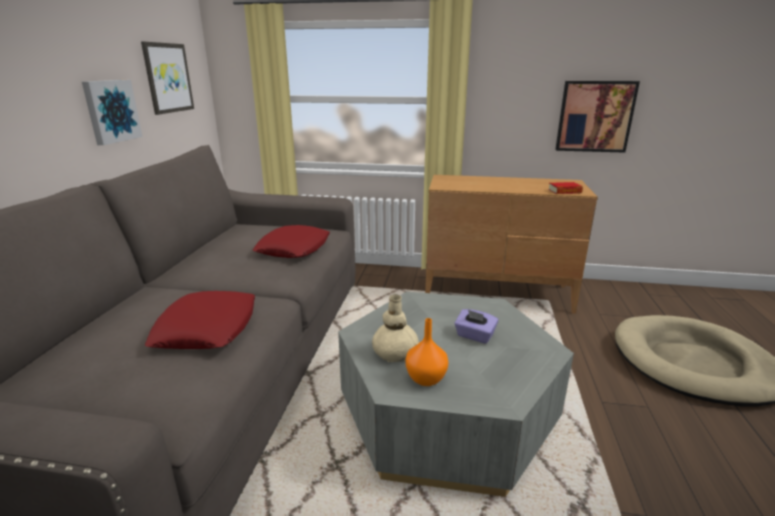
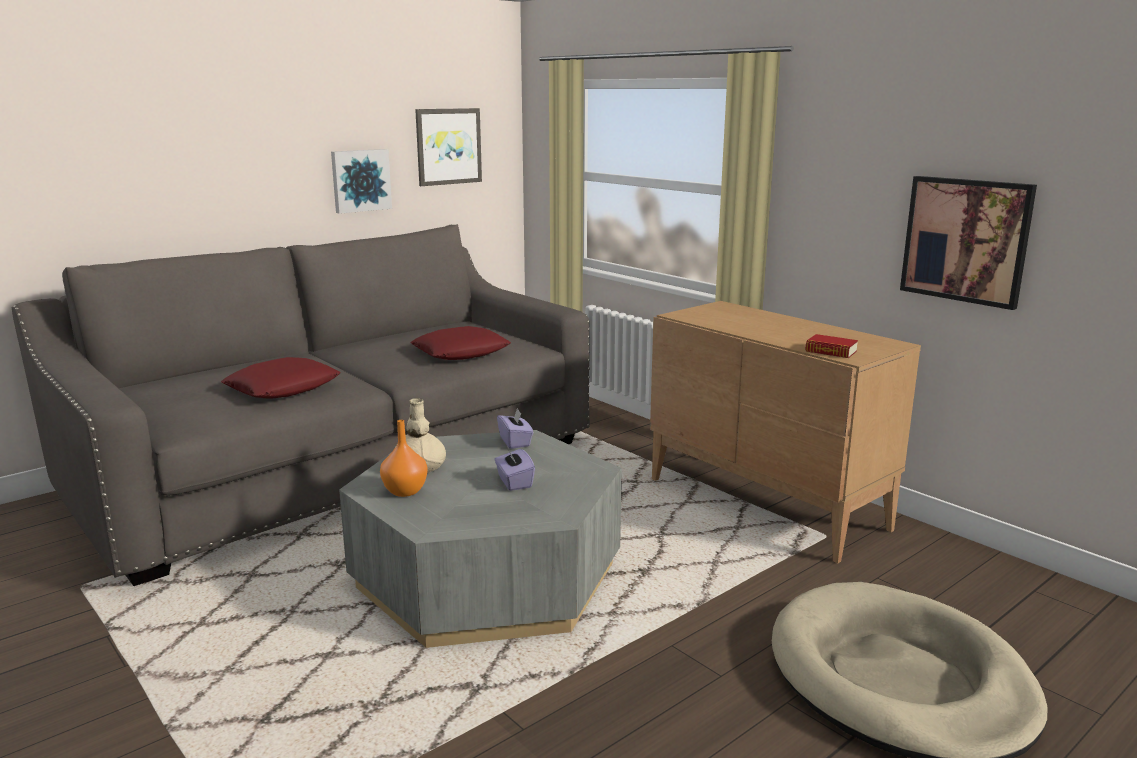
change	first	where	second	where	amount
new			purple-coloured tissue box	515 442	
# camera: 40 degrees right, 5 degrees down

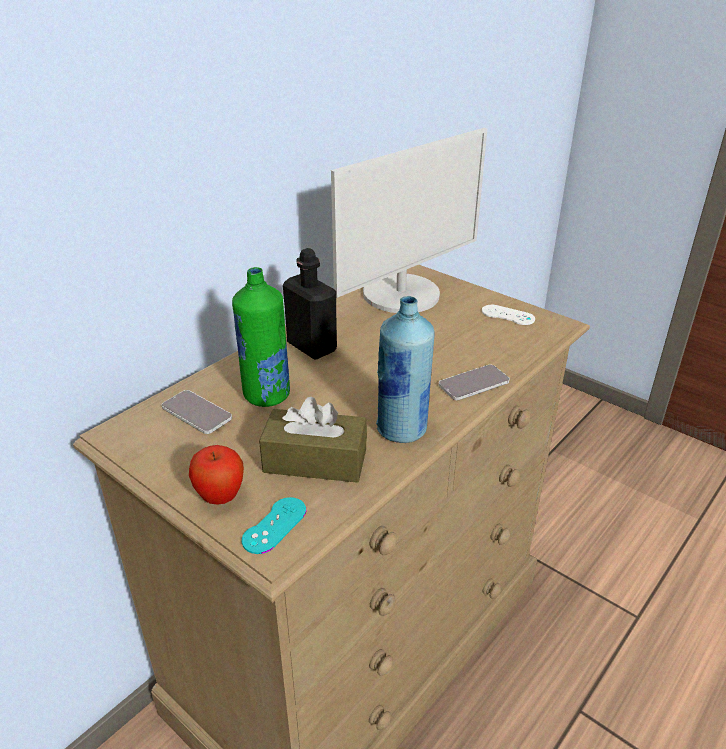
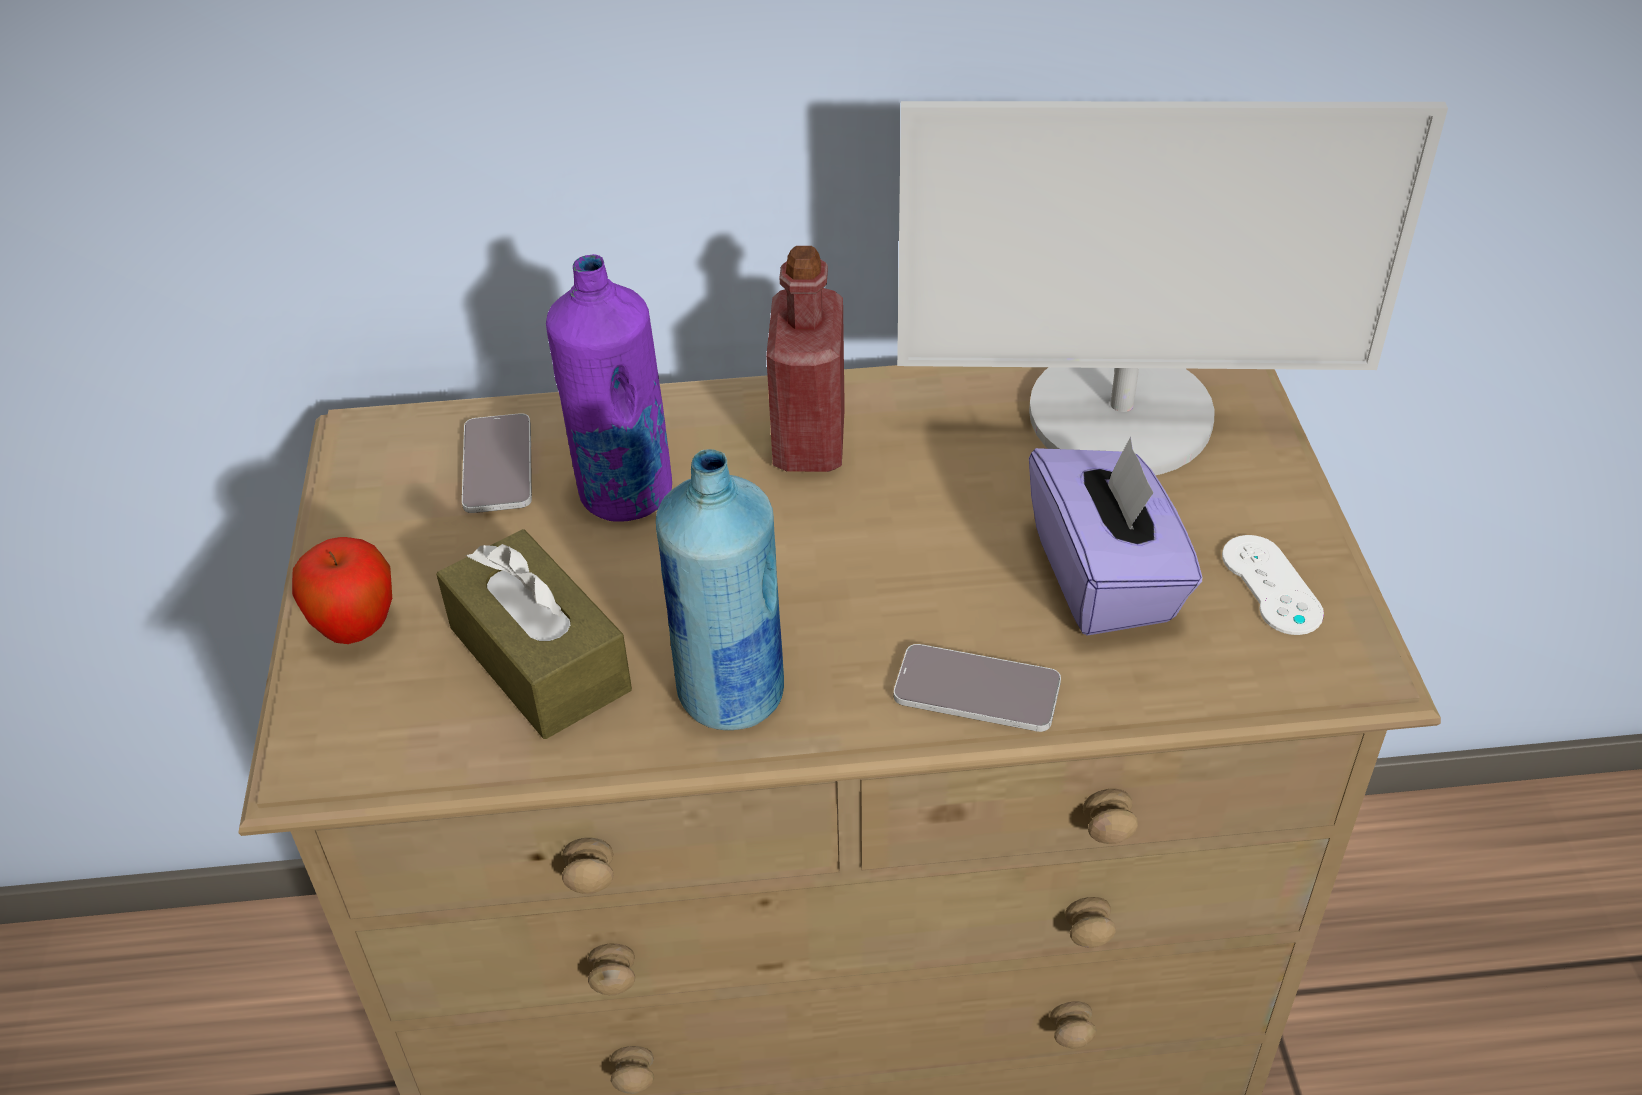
change	first	where	second	where	amount
repainted	greenish bottle	266 395	purple-coloured bottle	624 495	
gone	turquoise-coloured joypad	274 525			
repainted	blackish bottle	312 347	reddish bottle	809 442	
new			purple-coloured tissue box	1105 577	
# camera: 45 degrees right, 10 degrees up

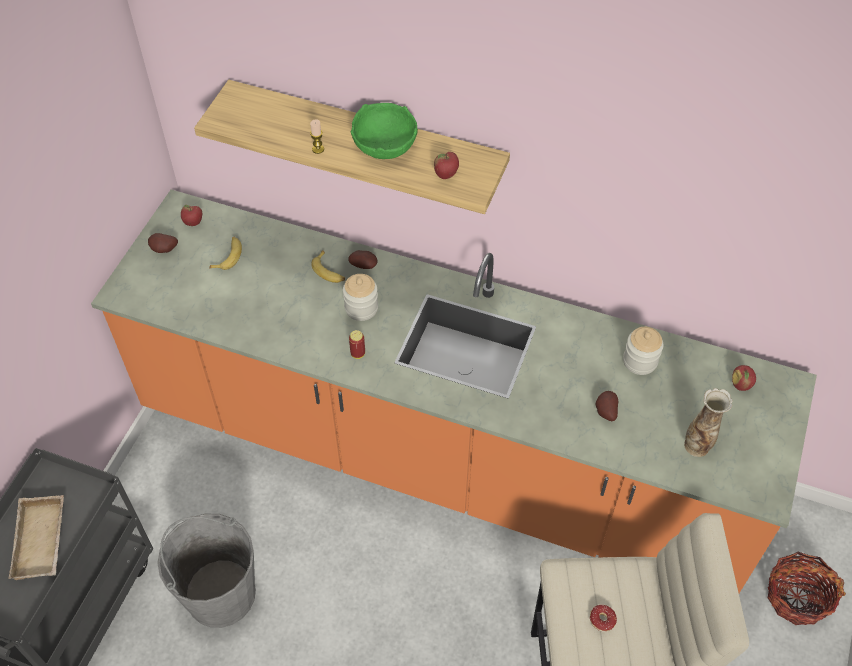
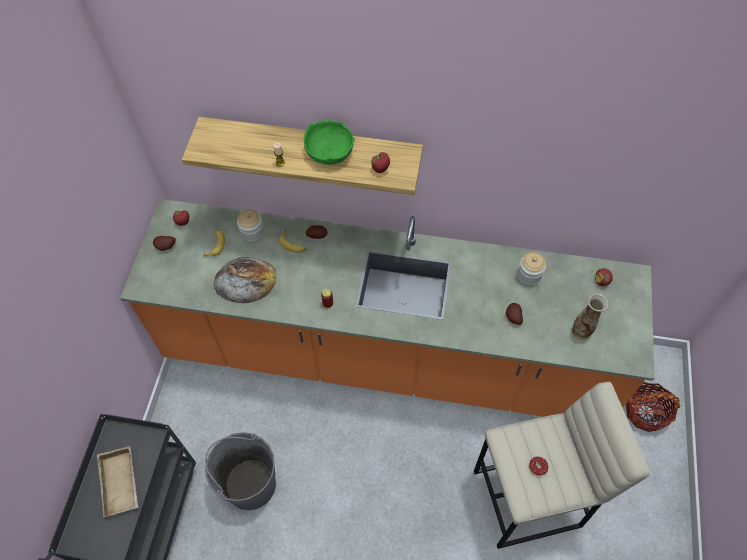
change	first	where	second	where	amount
shifted	storage jar	361 308		252 233	
new			baked bread	245 280	
# camera: 10 degrees left, 5 degrees up

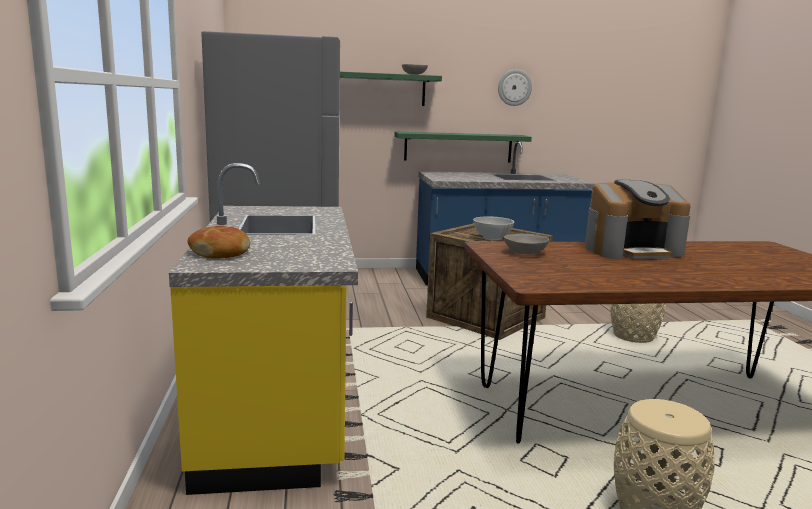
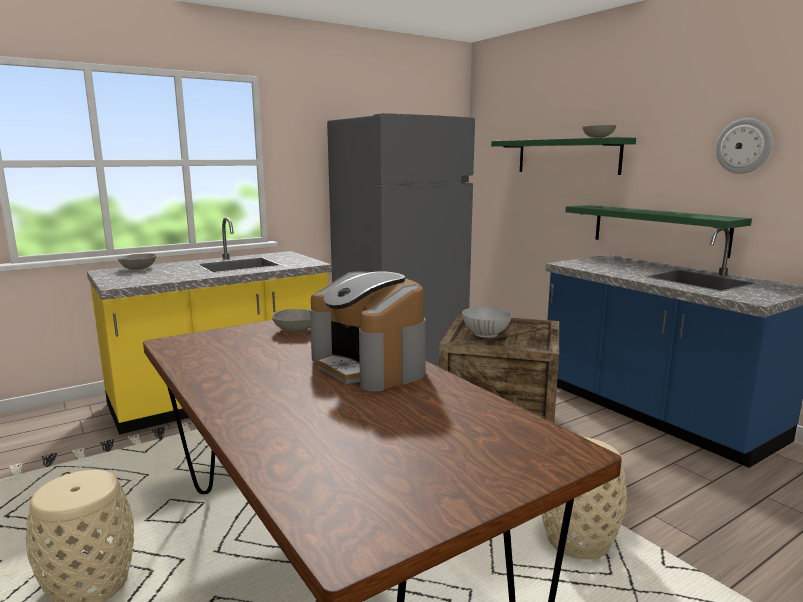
change	first	where	second	where	amount
swapped	baked bread	220 252	gray bowl	139 269	
# camera: 65 degrees right, 0 degrees up

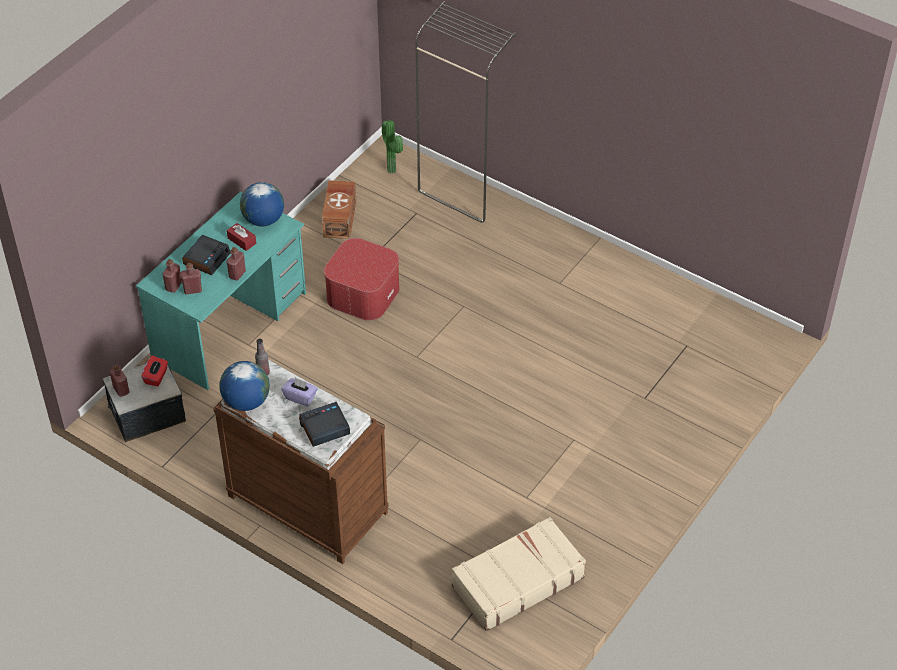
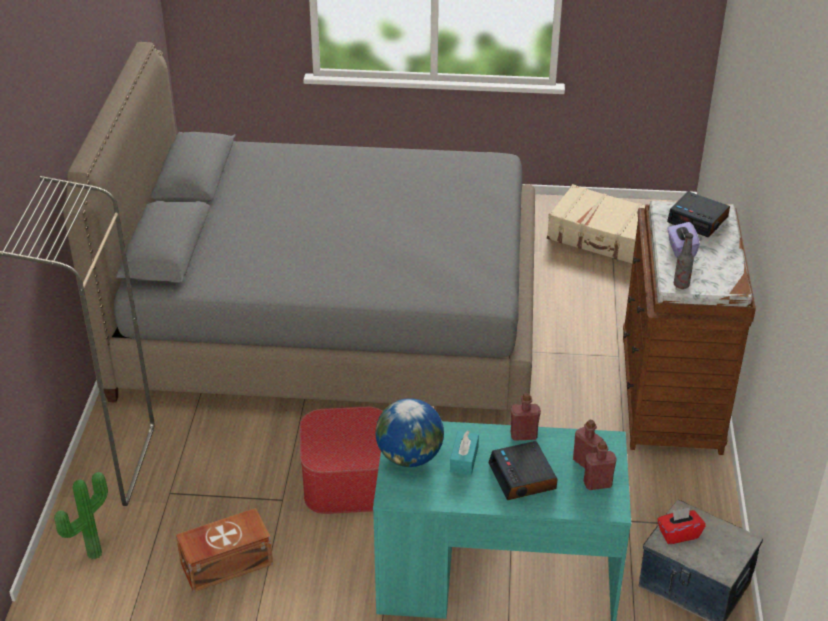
change	first	where	second	where	amount
gone	reddish bottle	121 390			
rotated	bedside clock	206 258		523 477	105 degrees counterclockwise
gone	globe	246 401			
repainted	reddish tissue box	242 241	turquoise-coloured tissue box	464 459	
new			gray bedroom bed	331 320	
# camera: 120 degrees left, 10 degrees down

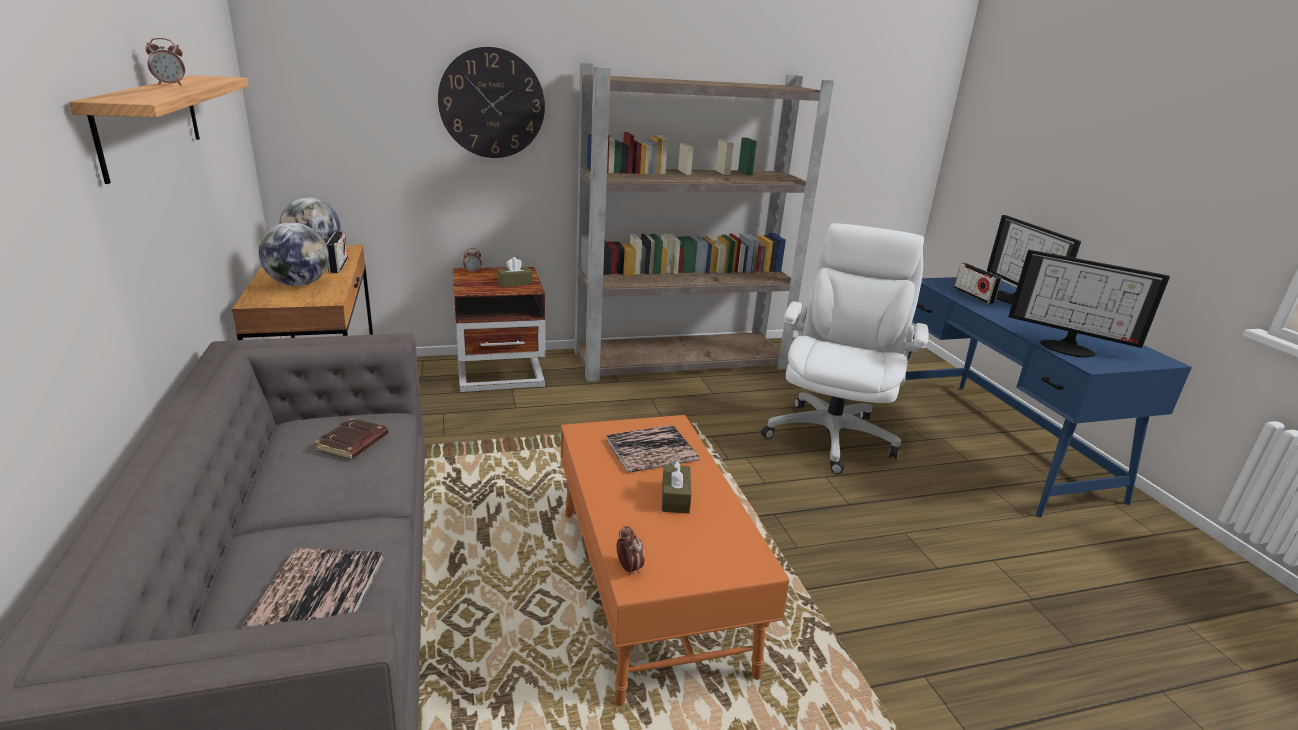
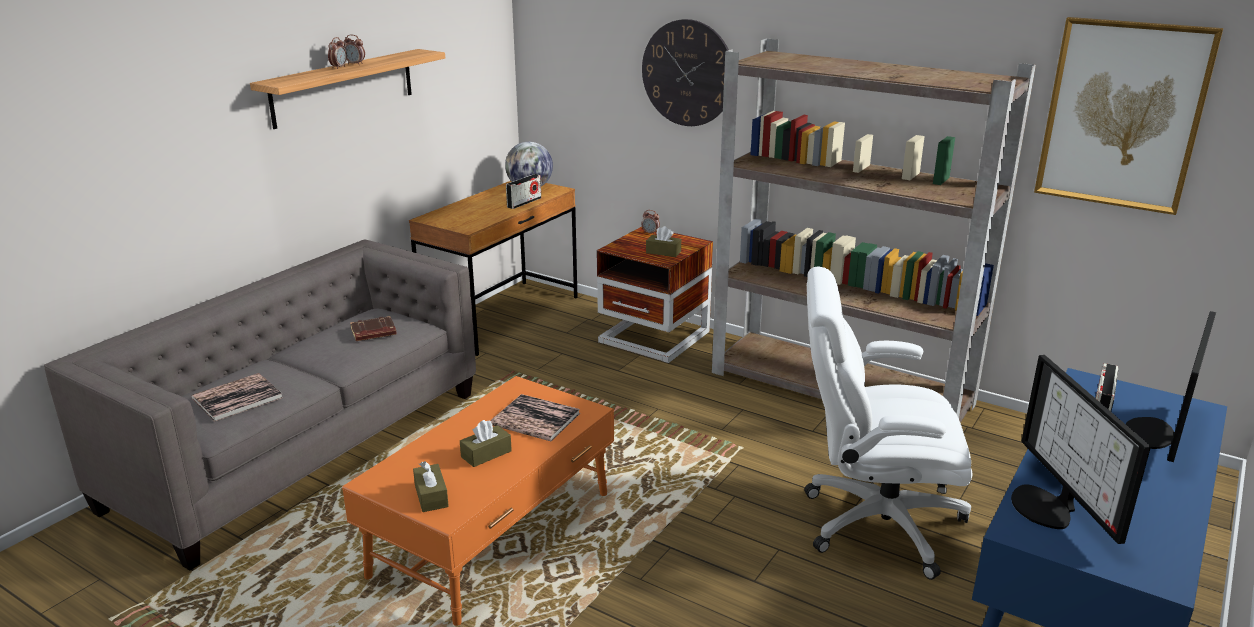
change	first	where	second	where	amount
gone	globe	299 284			
shifted	bedside clock	629 568		339 67	
rotated	white-coloured desk chair	832 433		870 521	150 degrees counterclockwise
new			brownish tissue box	431 496	
new			picture	1122 115	
# camera: 50 degrees right, 0 degrees up

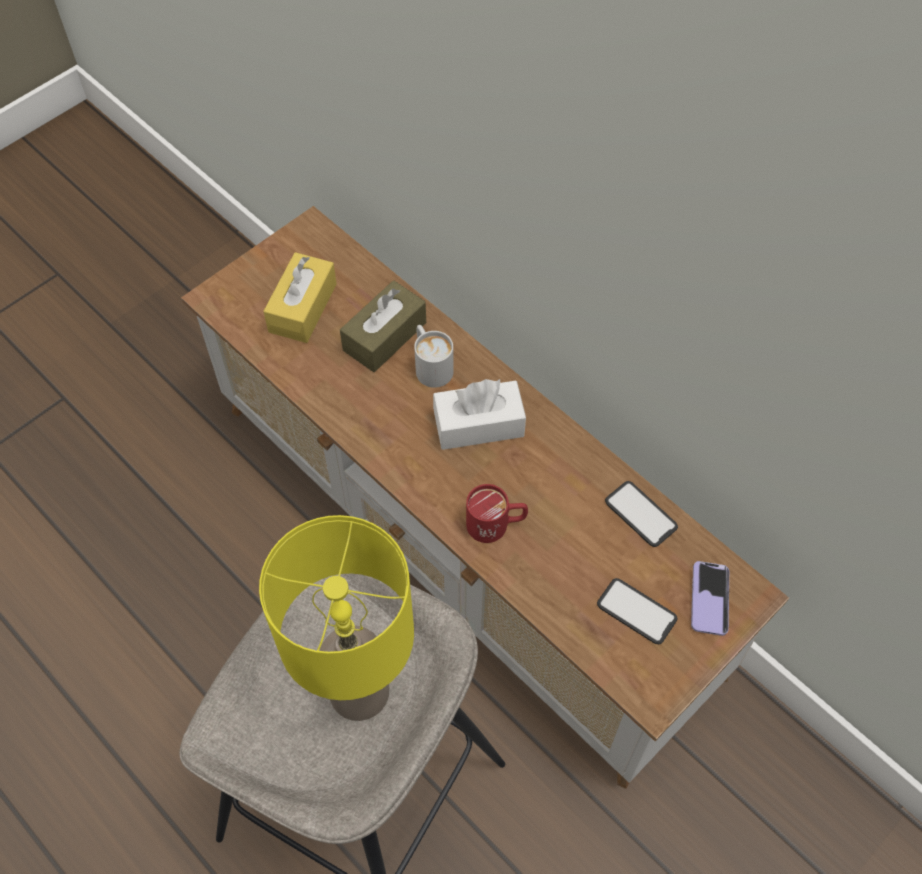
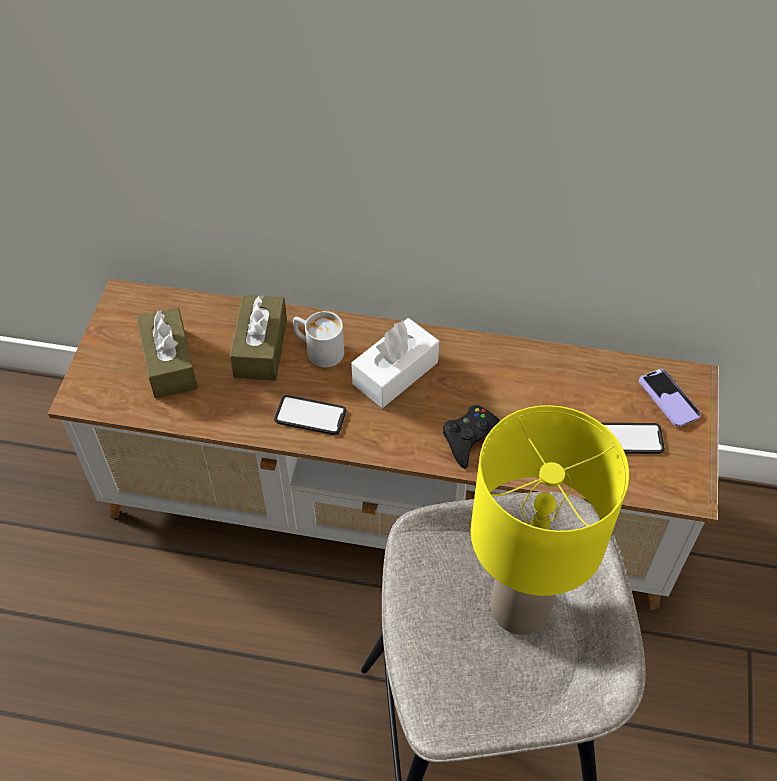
change	first	where	second	where	amount
repainted	yellowish tissue box	302 308	brownish tissue box	170 363	
swapped	reddish tea mug	496 524	blackish joypad	472 439	
shifted	phone	640 514		310 415	
# camera: 35 degrees left, 5 degrees down

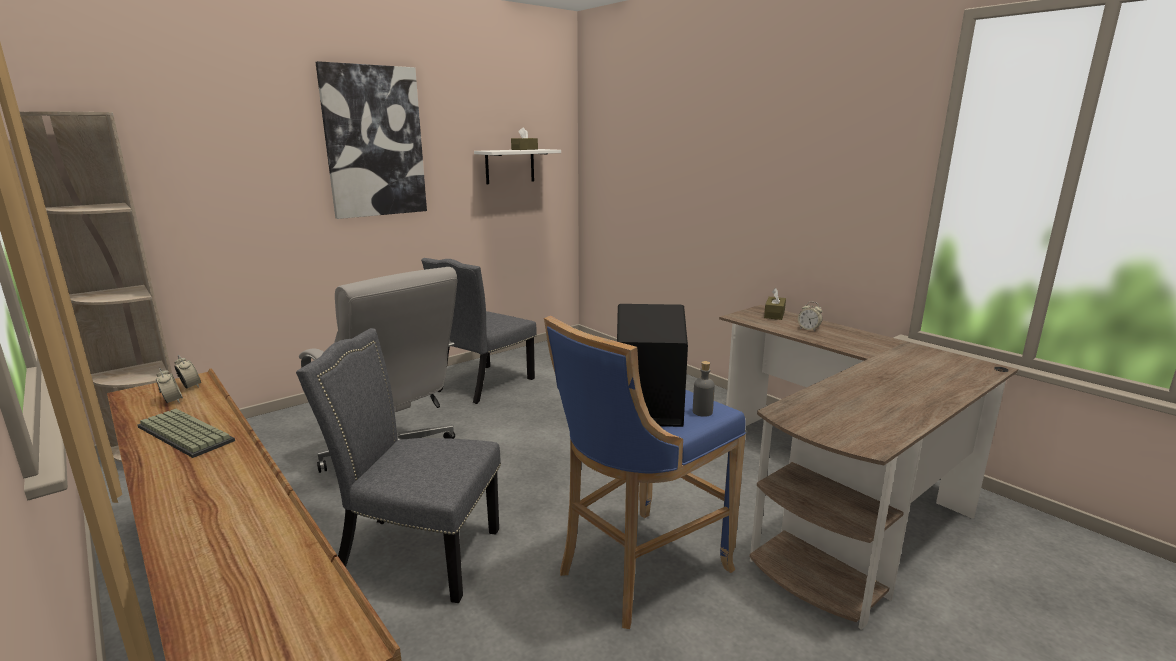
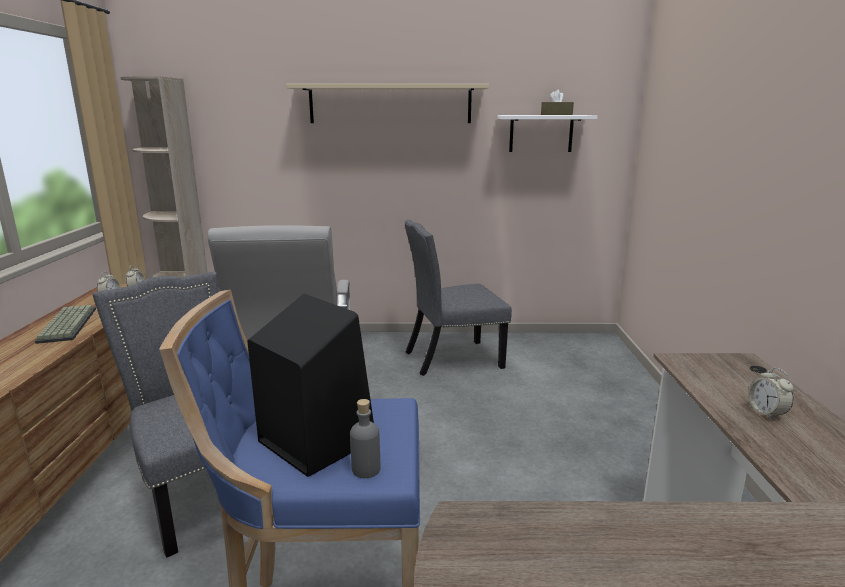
change	first	where	second	where	amount
swapped	picture	374 142	beige-coloured bracket shelf	390 104	
gone	brownish tissue box	774 314			
# camera: 40 degrees right, 0 degrees up

